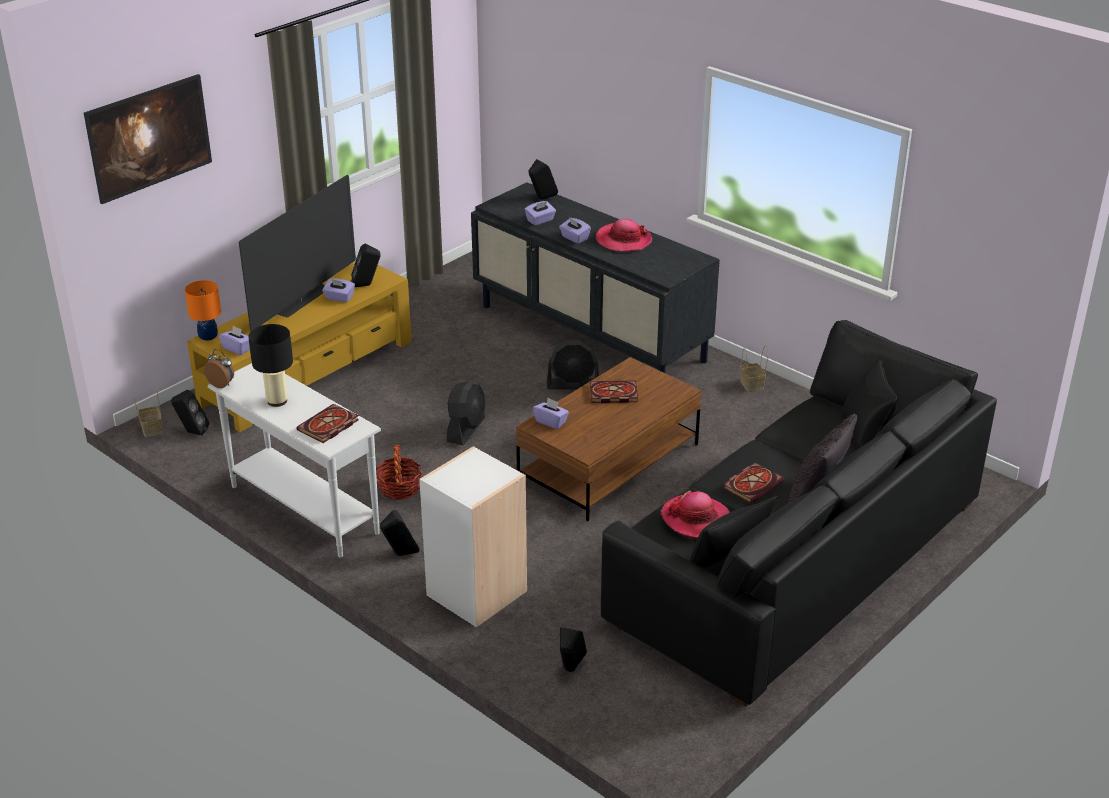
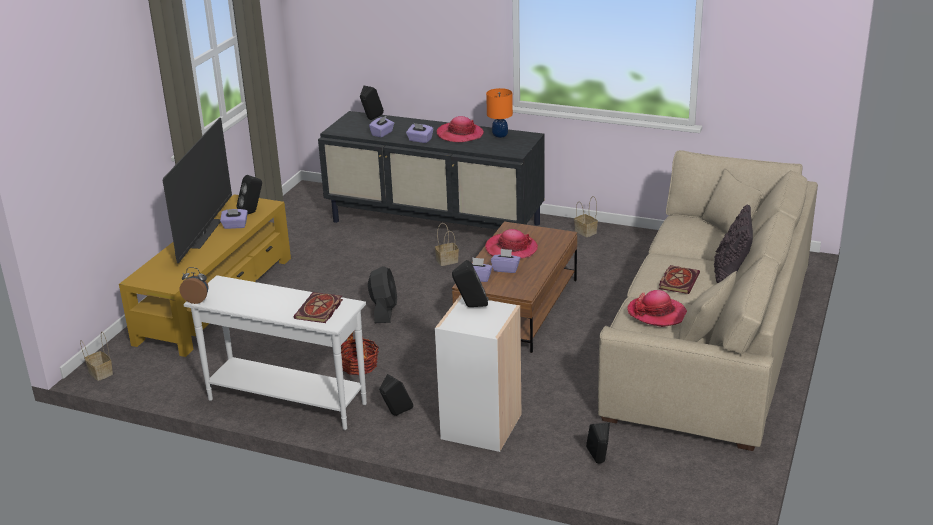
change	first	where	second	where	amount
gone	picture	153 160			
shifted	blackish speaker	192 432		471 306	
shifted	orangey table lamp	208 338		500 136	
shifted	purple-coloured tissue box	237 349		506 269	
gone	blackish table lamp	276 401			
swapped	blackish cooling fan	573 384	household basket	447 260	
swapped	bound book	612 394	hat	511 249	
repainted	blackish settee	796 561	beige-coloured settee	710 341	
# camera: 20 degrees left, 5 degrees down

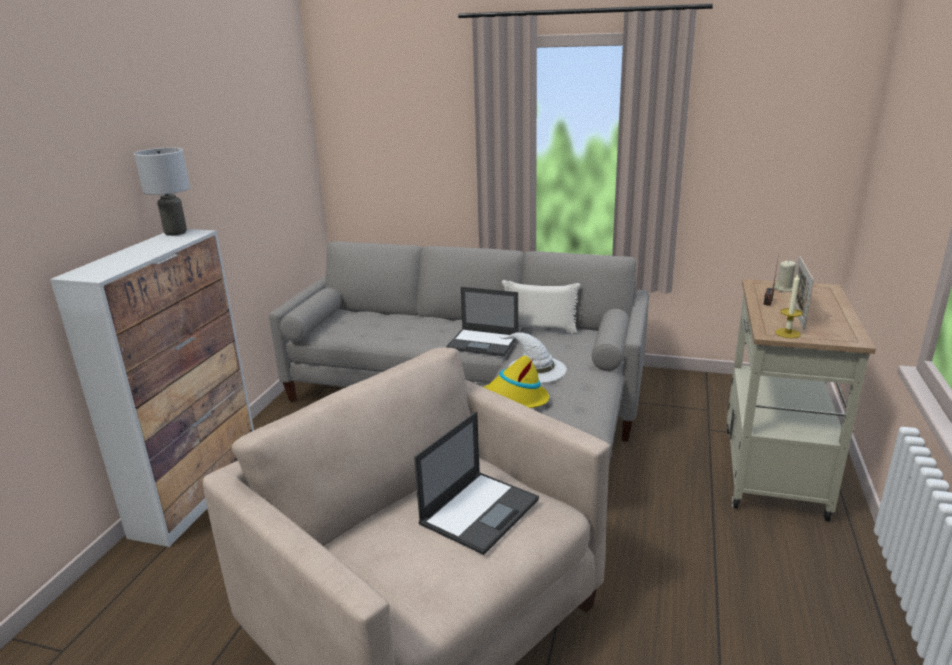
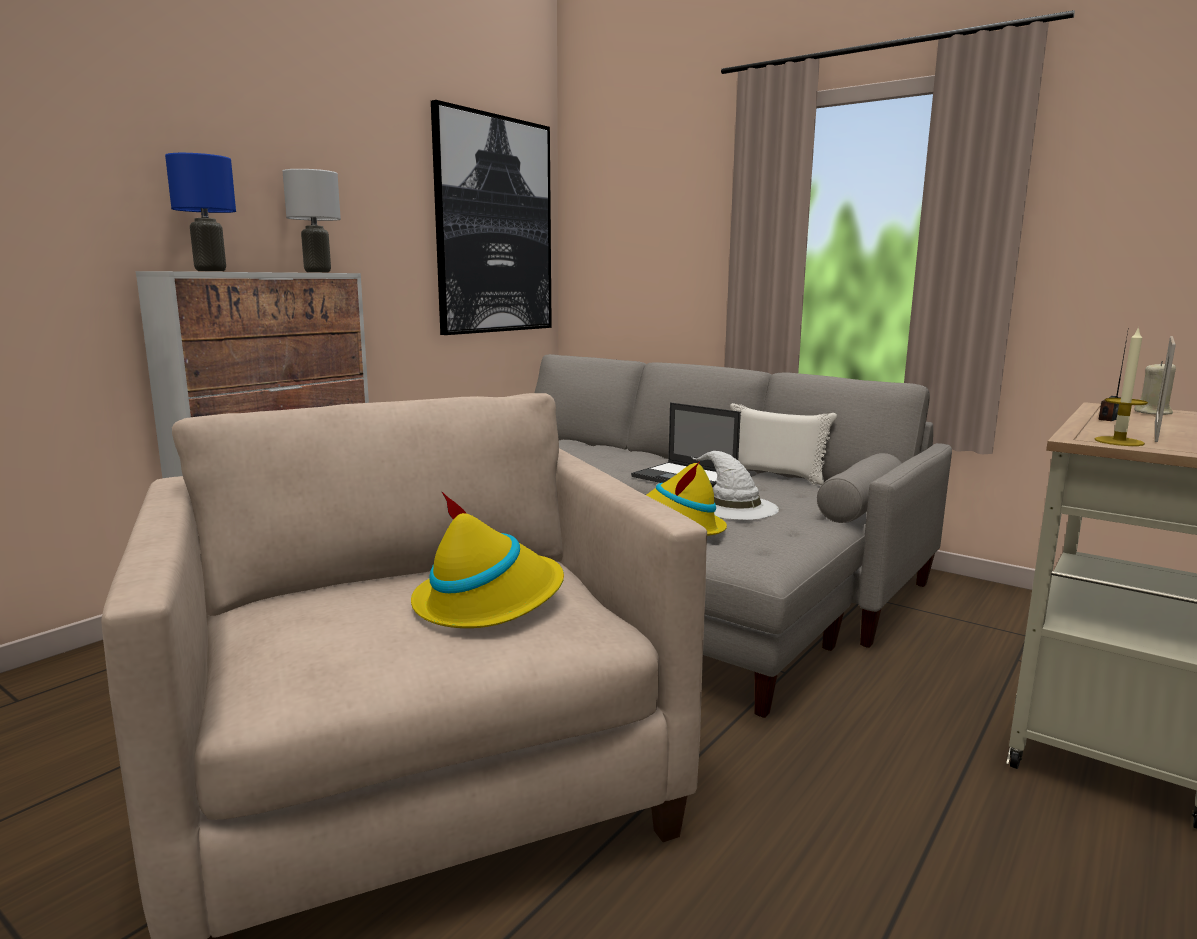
change	first	where	second	where	amount
swapped	notebook computer	480 510	yellowish hat	489 601	
new			blue table lamp	210 271	
new			picture	494 226	
# camera: 20 degrees right, 10 degrees down

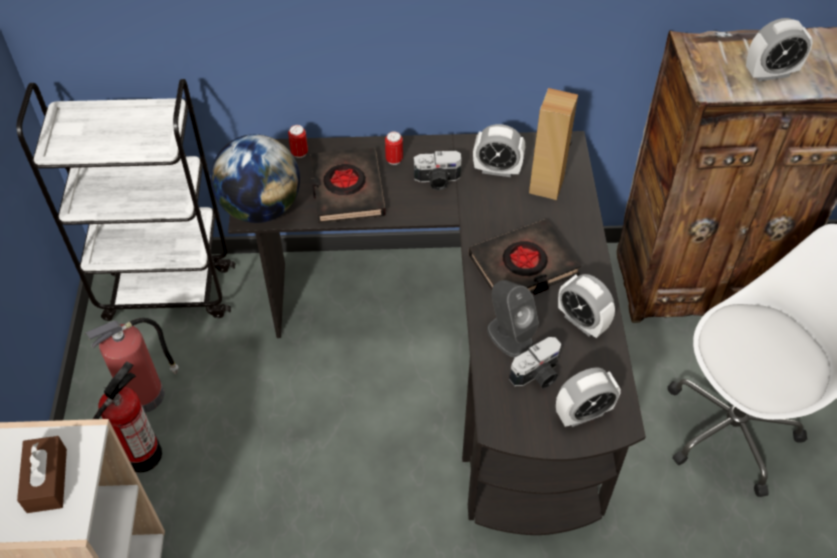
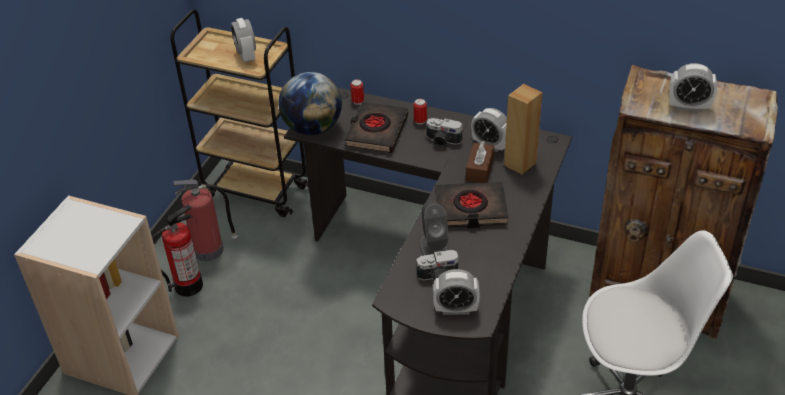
change	first	where	second	where	amount
repainted	white-coloured cart	169 292	brownish cart	258 191	
shifted	brownish tissue box	47 480		479 169	
shifted	bedside clock	582 322		246 55	
# camera: 25 degrees right, 10 degrees down

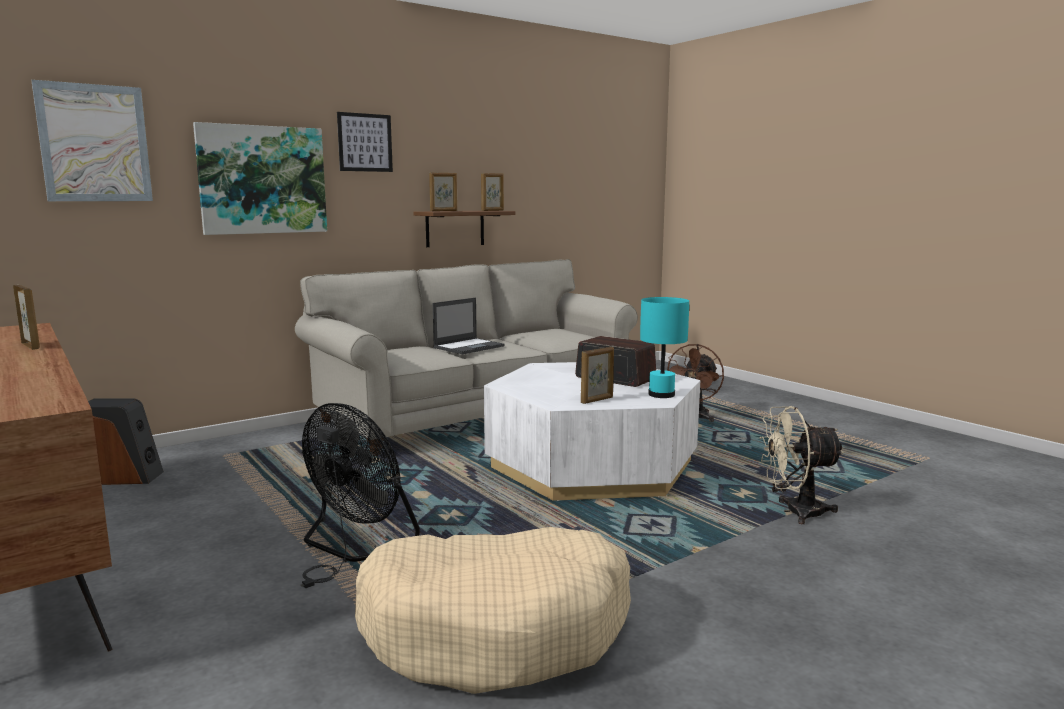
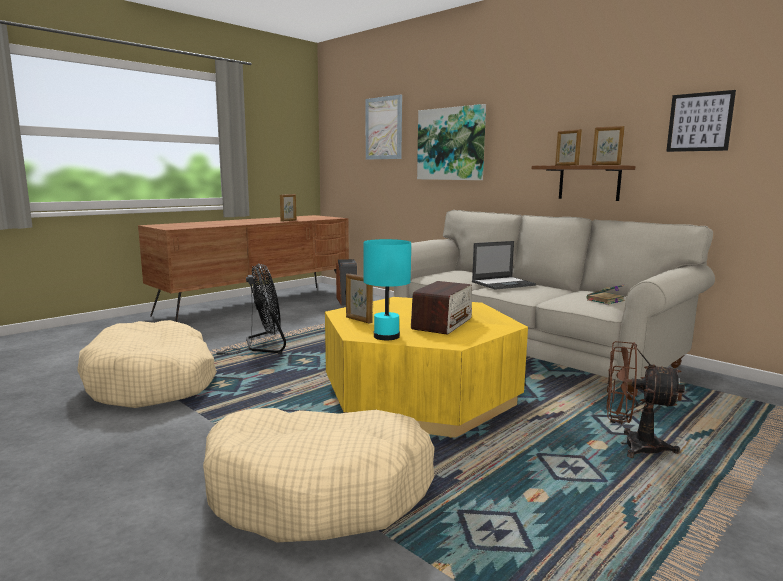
change	first	where	second	where	amount
rotated	blackish cooling fan	346 547		260 345	45 degrees counterclockwise
shifted	picture	365 142		699 122	
rotated	notebook computer	469 347		503 283	60 degrees counterclockwise
repainted	white-coloured lounge table	592 464	yellowish lounge table	420 395	
swapped	beige-coloured cooling fan	795 512	beige-coloured dog cushion	319 491	
new			bound book	605 300	
# camera: 80 degrees right, 0 degrees up

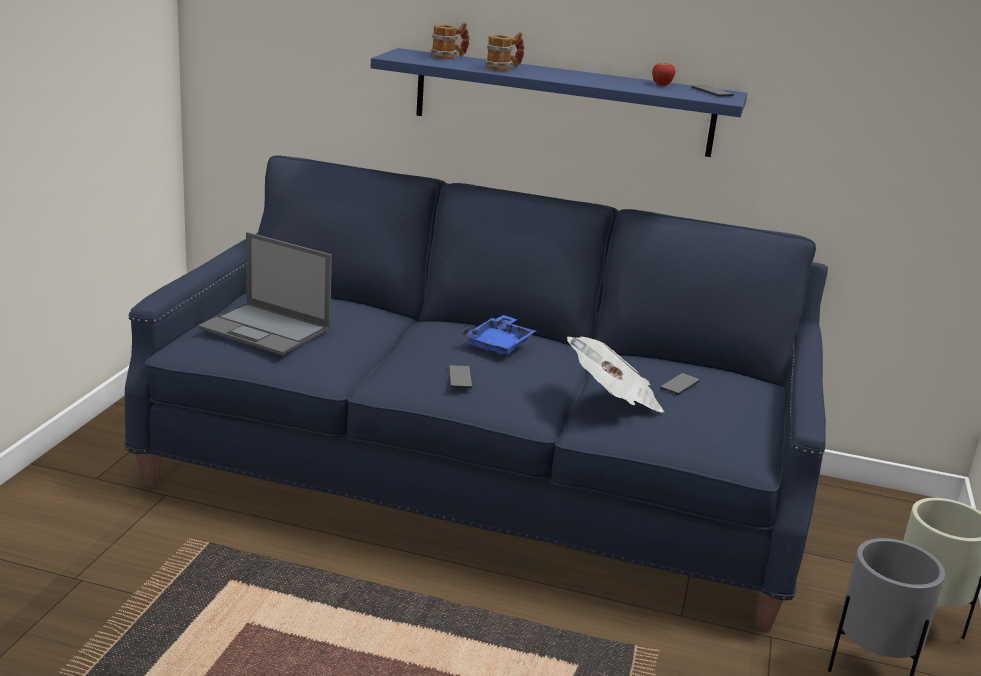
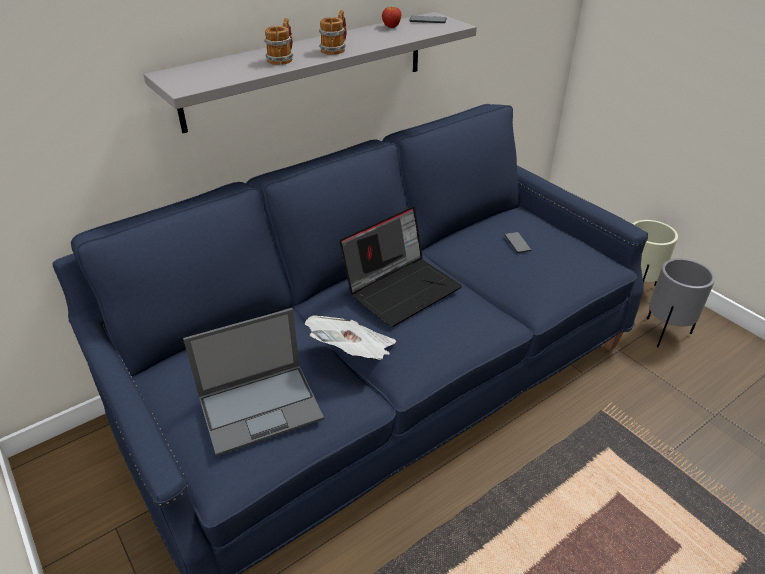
change	first	where	second	where	amount
repainted	blue bracket shelf	562 102	gray bracket shelf	308 69	
shifted	tea mug	449 57		335 49	
gone	phone	460 377			
swapped	blue tray	500 344	notebook computer	402 288	
shifted	printed paper	613 399		354 353	
# camera: 50 degrees left, 15 degrees up

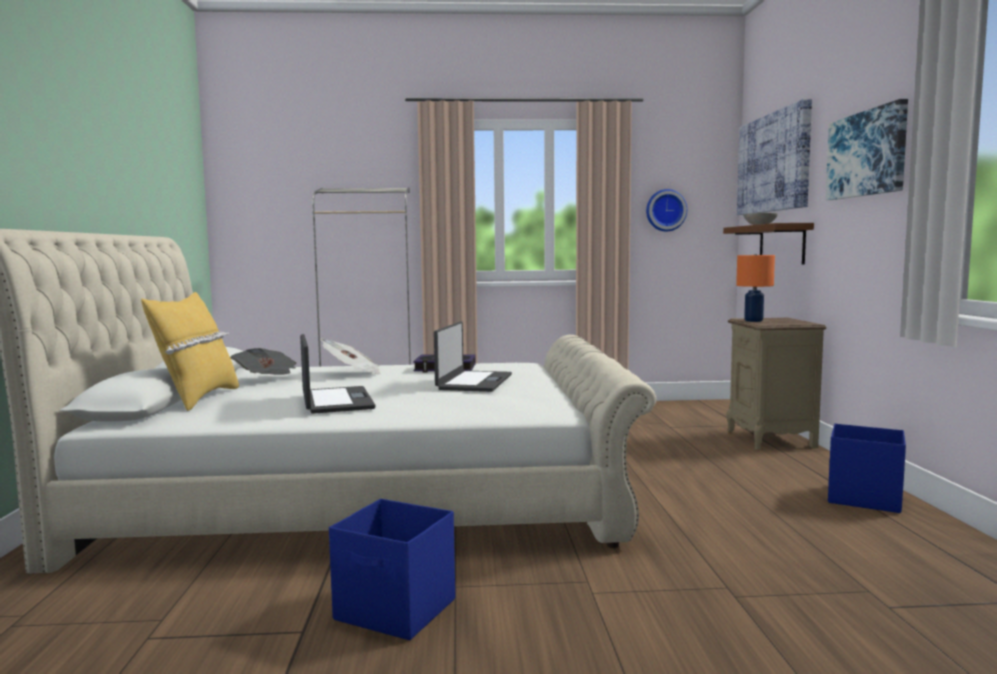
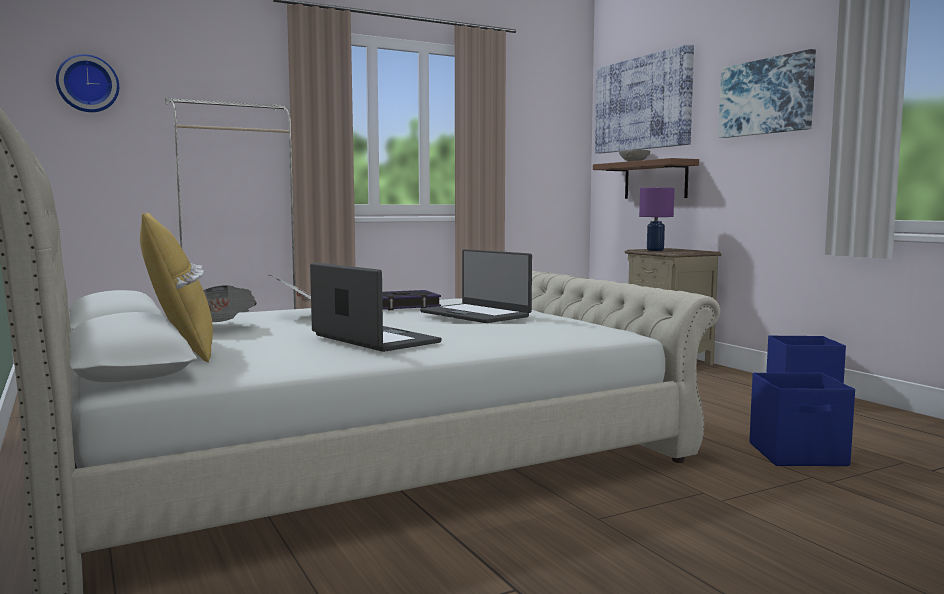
change	first	where	second	where	amount
shifted	blue storage container	396 610		799 455	
rotated	notebook computer	473 382		476 314	150 degrees clockwise
shifted	hanging clock	665 210		88 84	
repainted	orangey table lamp	753 321	purple-coloured table lamp	654 250	
# camera: 25 degrees left, 0 degrees up

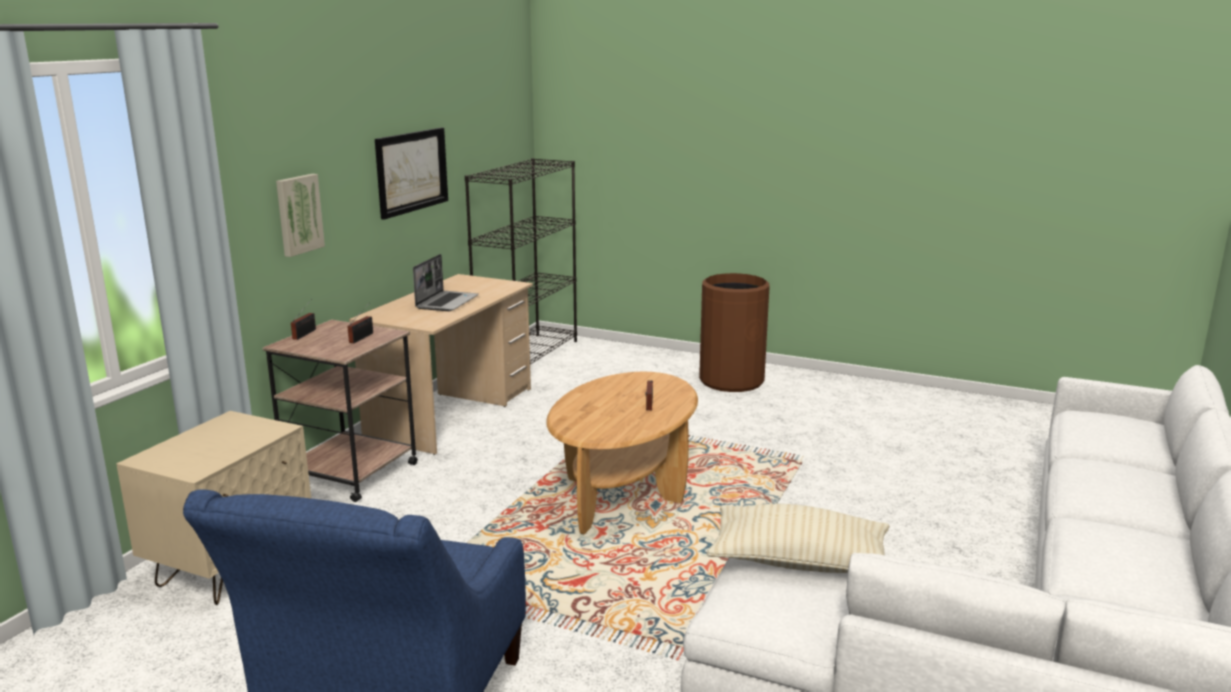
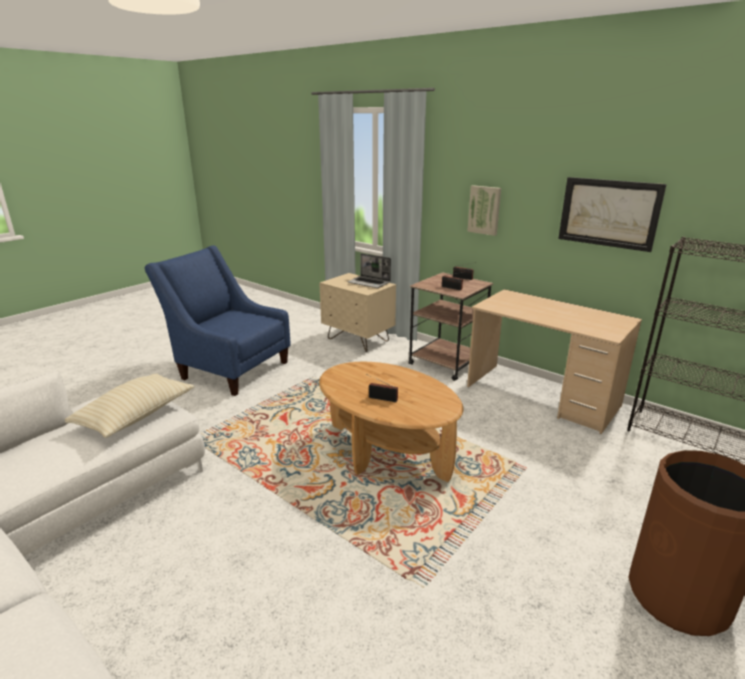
change	first	where	second	where	amount
shifted	notebook computer	447 302		369 283	
# camera: 105 degrees right, 5 degrees up

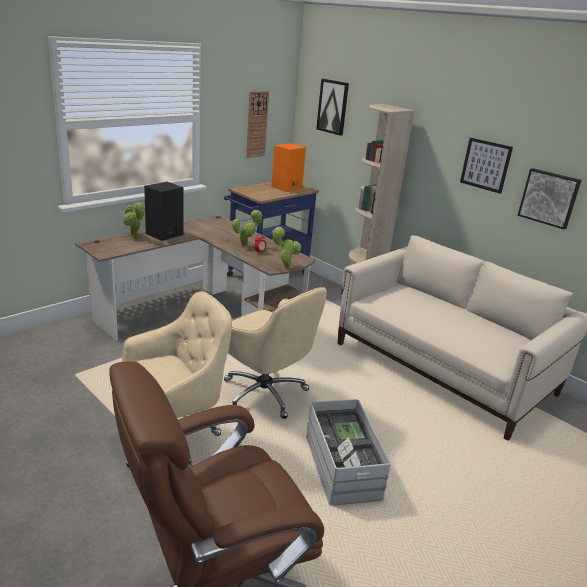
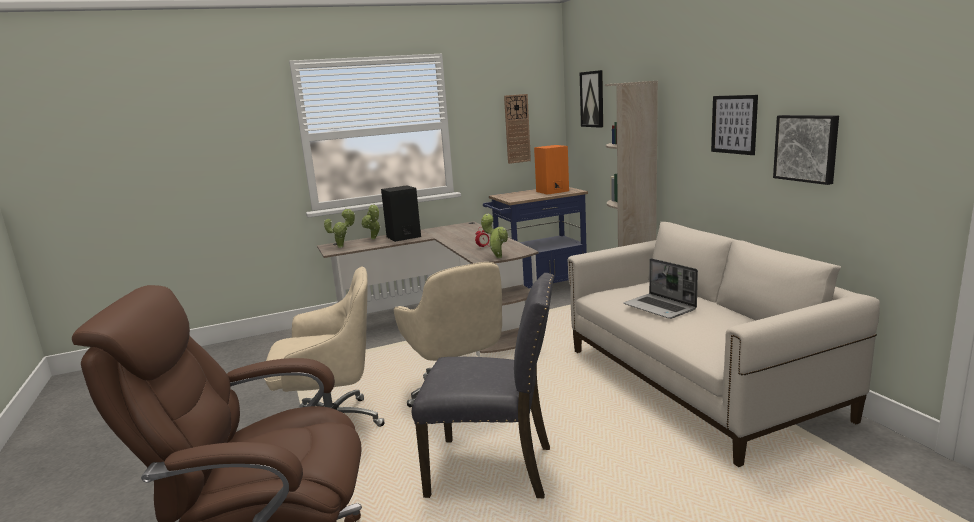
change	first	where	second	where	amount
shifted	houseplant	246 246		342 246	
swapped	gray storage container	343 466	gray upright chair	494 469	
new			notebook computer	660 307	
# camera: 25 degrees right, 10 degrees down

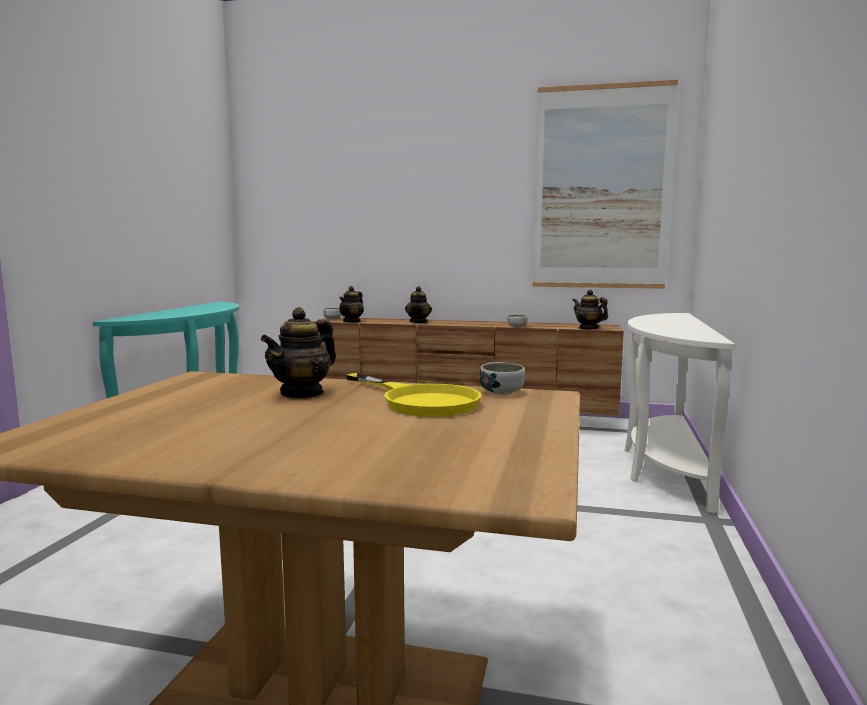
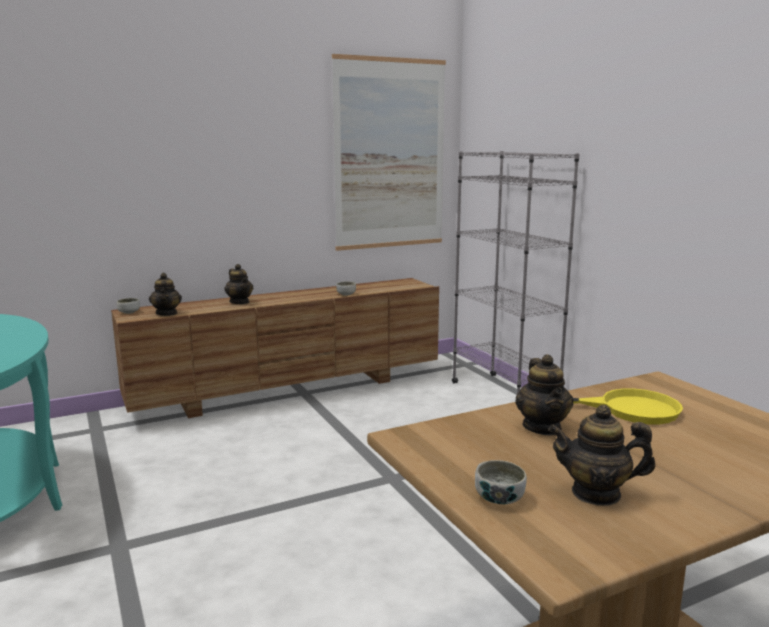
change	first	where	second	where	amount
shifted	bowl	501 393		499 498	
shifted	tea pot	588 328		596 493	
swapped	white-coloured hall table	664 467	gray bookcase	504 395	
# camera: 40 degrees left, 5 degrees up

